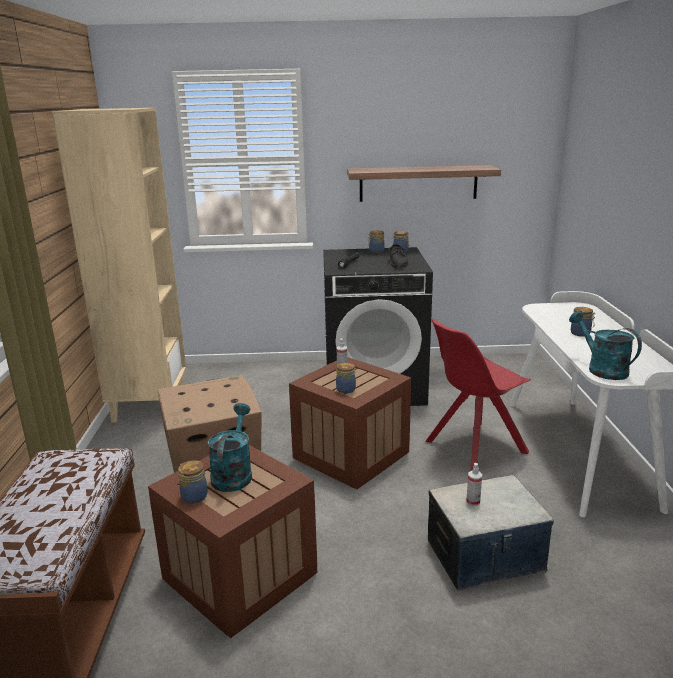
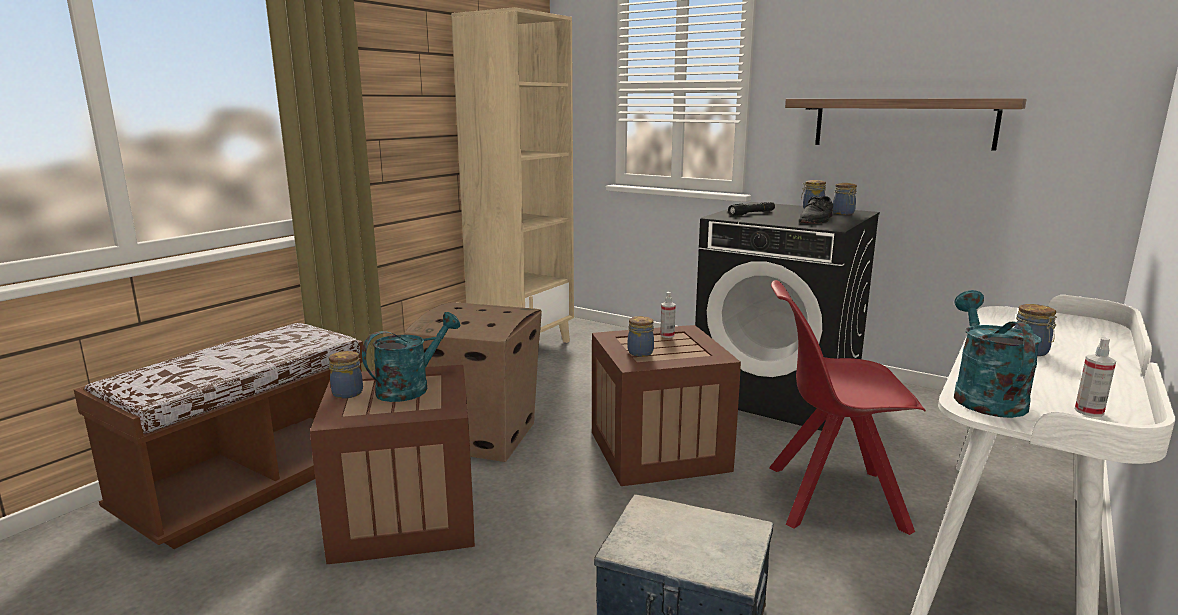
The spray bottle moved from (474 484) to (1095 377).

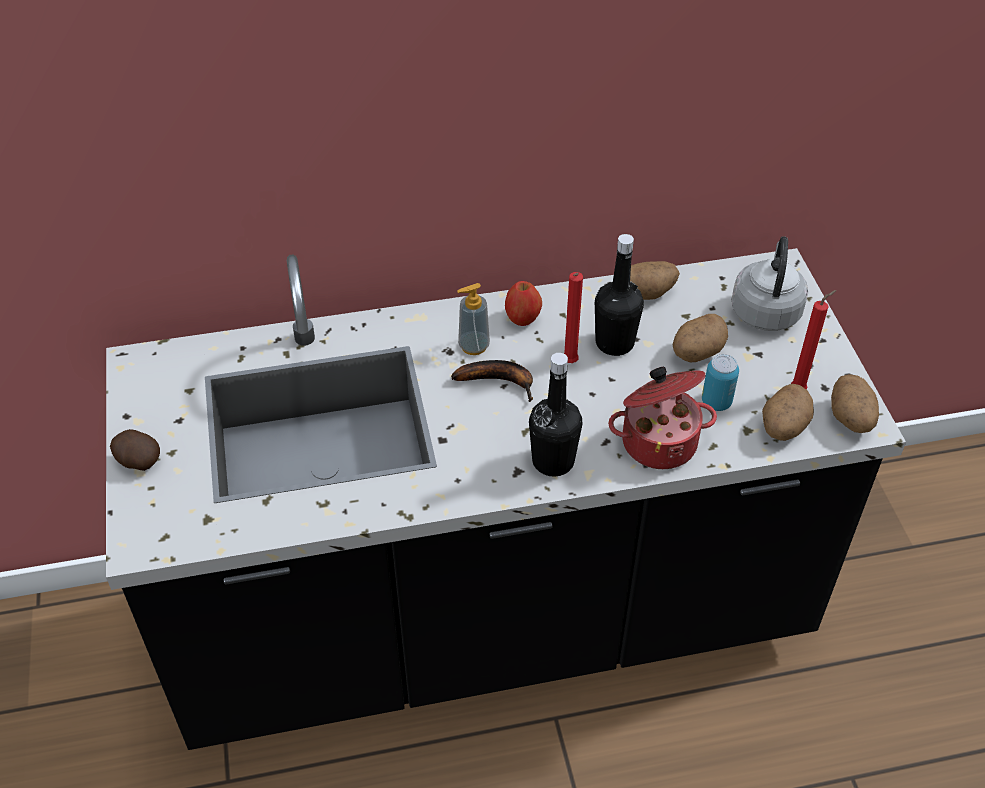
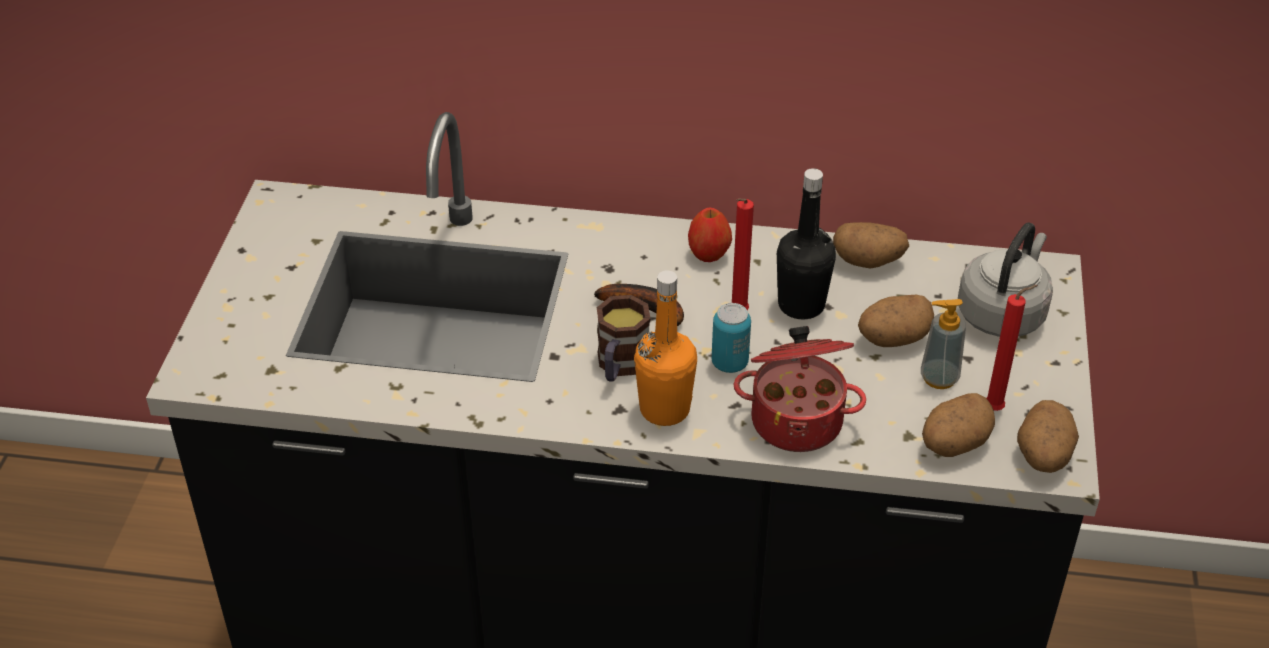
The potato at (135 450) disappeared. The mug at (624 338) appeared. The soap dispenser moved from (473 319) to (943 344). The can moved from (720 382) to (731 338). The black bottle at (555 415) became the orange bottle at (665 348).

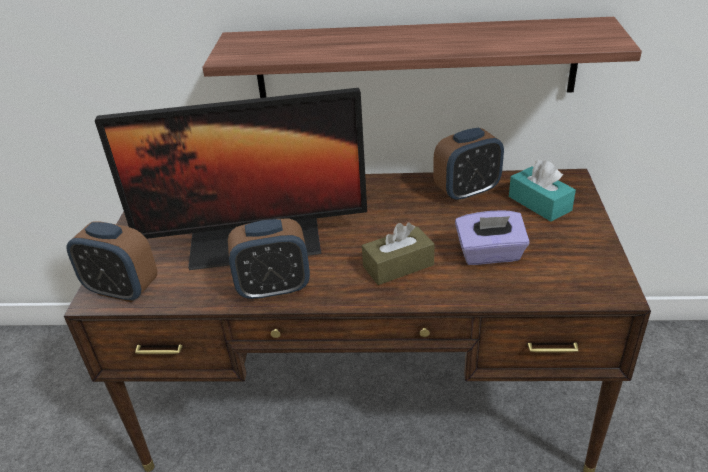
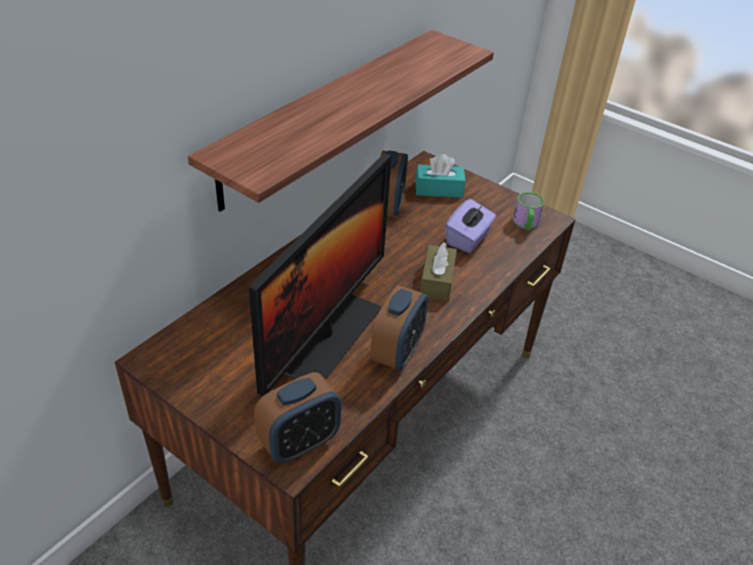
The mug at (528 211) appeared.

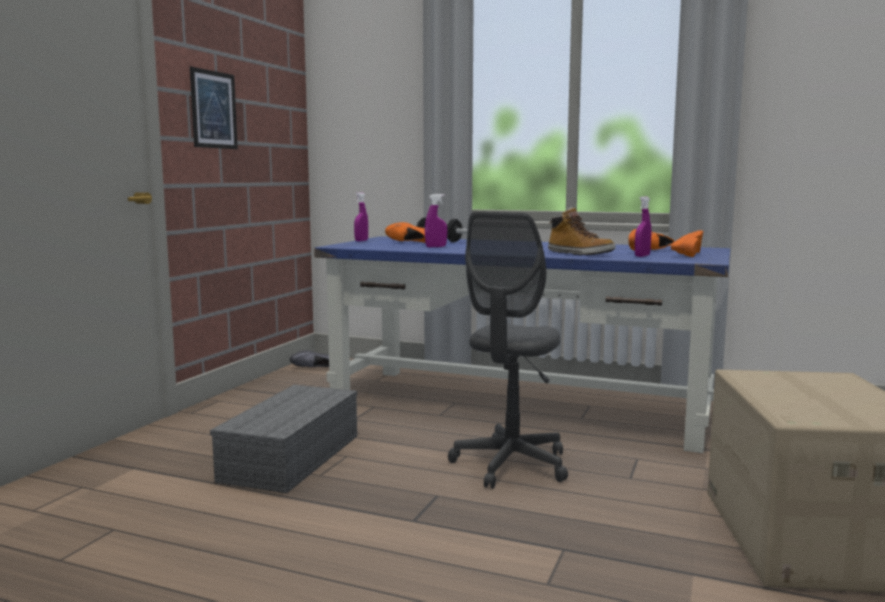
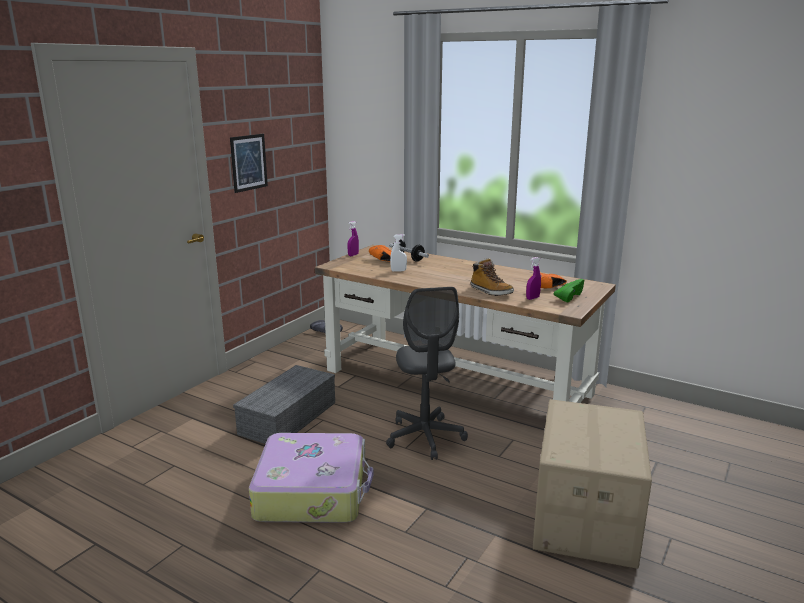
The suitcase at (311 478) appeared. The blue desk at (522 344) became the brown desk at (465 324). The purple spray bottle at (436 220) became the white spray bottle at (398 253). The orange shoe at (687 243) became the green shoe at (569 291). The grey office chair at (508 350) turned 45 degrees counterclockwise.

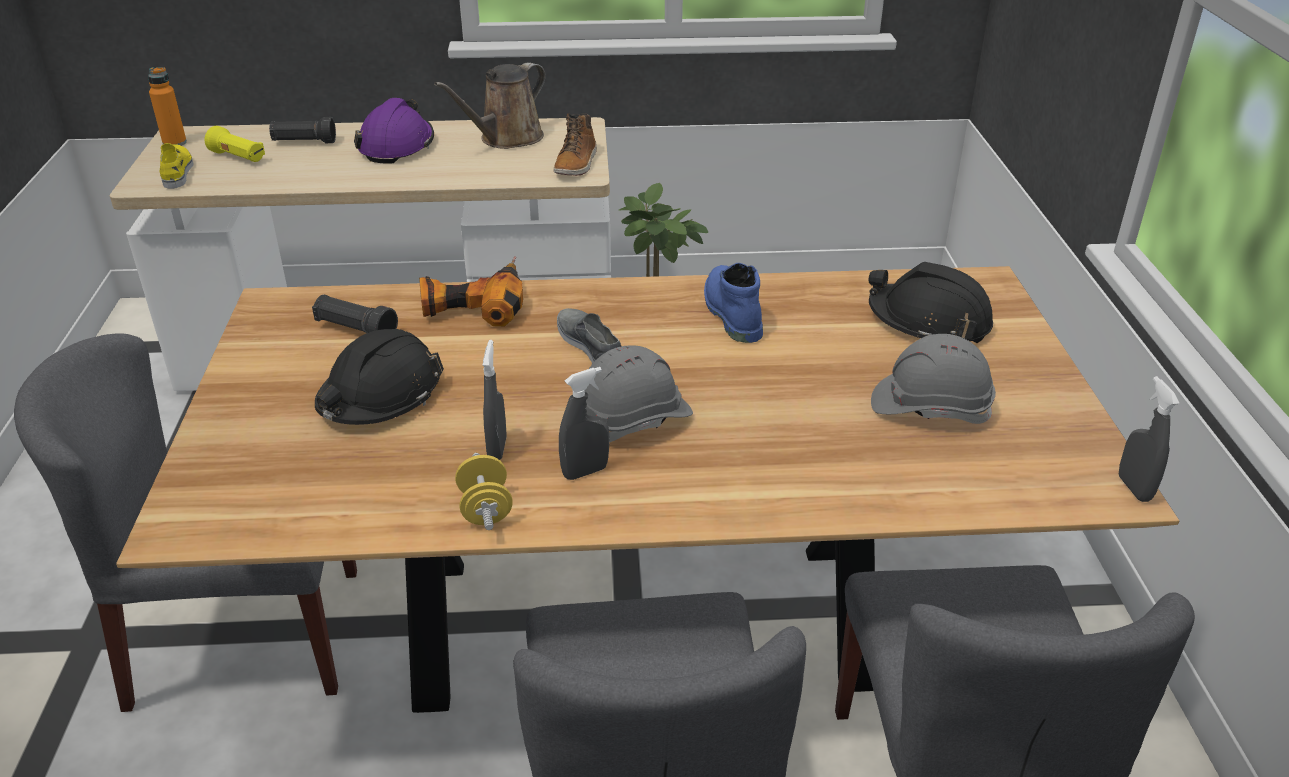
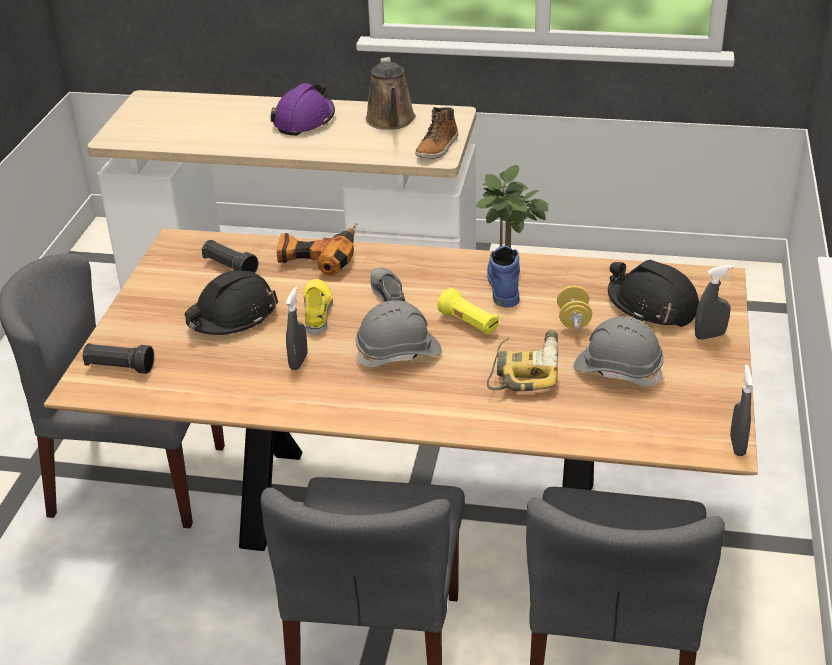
The orange bottle at (167 106) disappeared. The power drill at (522 360) appeared. The yellow shoe moved from (176 166) to (318 307). The yellow flashlight moved from (235 144) to (468 311). The black flashlight moved from (302 130) to (118 358). The yellow dumbbell moved from (484 491) to (574 307). The grey spray bottle moved from (584 423) to (713 302). The brown watering can at (490 105) turned 60 degrees counterclockwise.

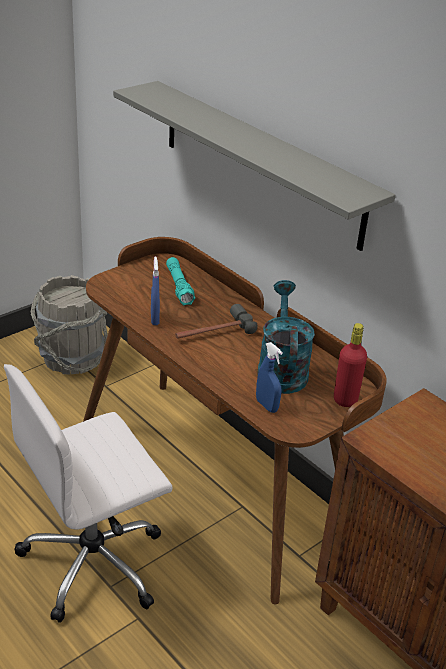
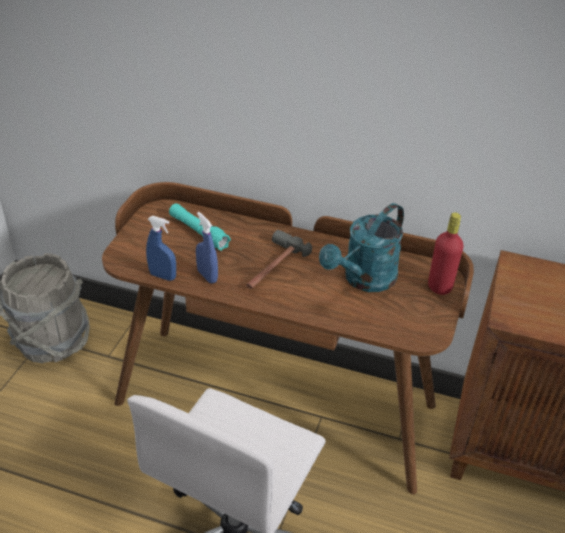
The grey shelf at (254 166) disappeared. The blue spray bottle moved from (269 377) to (161 248). The turquoise watering can at (286 337) turned 105 degrees counterclockwise.

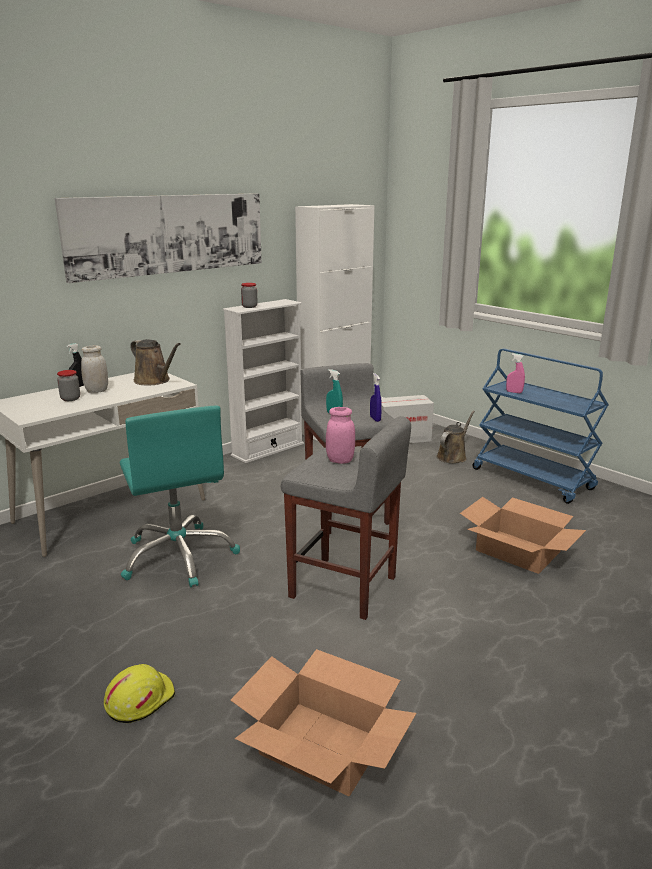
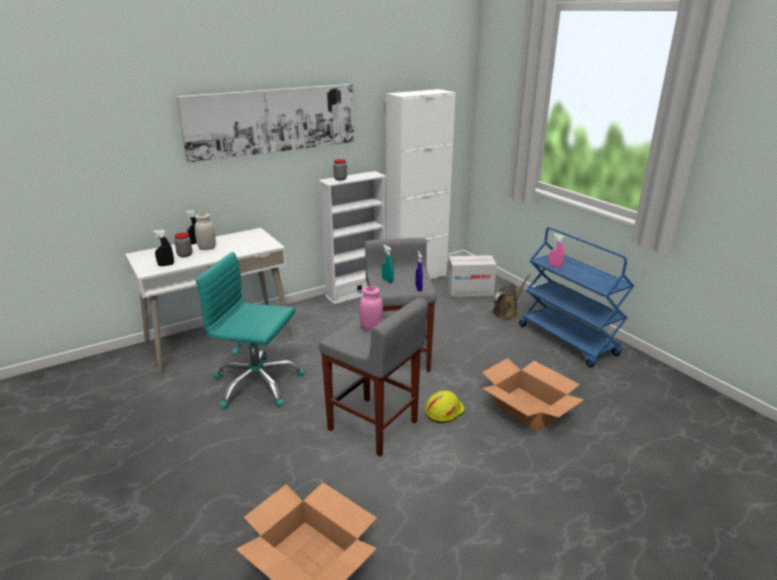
The brown watering can at (155 362) disappeared. The black spray bottle at (163 248) appeared. The yellow hard hat moved from (139 693) to (445 406). The turquoise office chair at (180 496) turned 120 degrees clockwise.

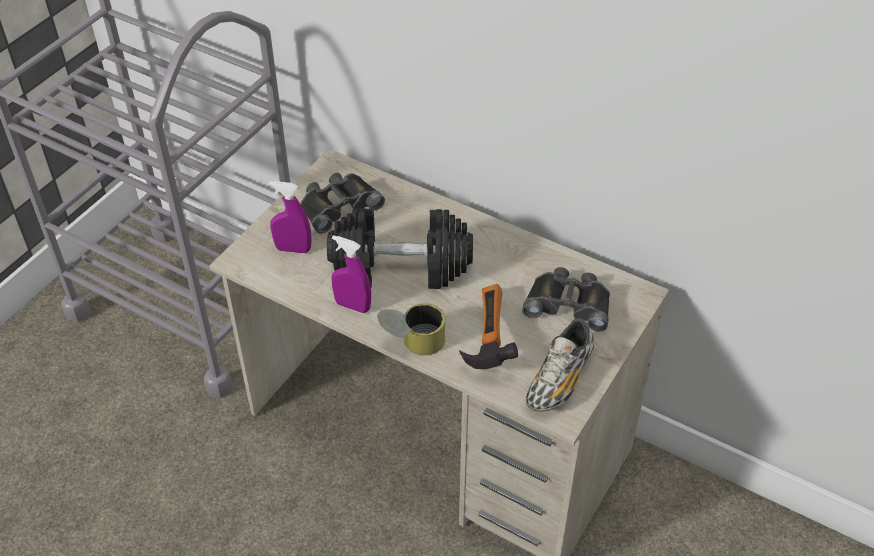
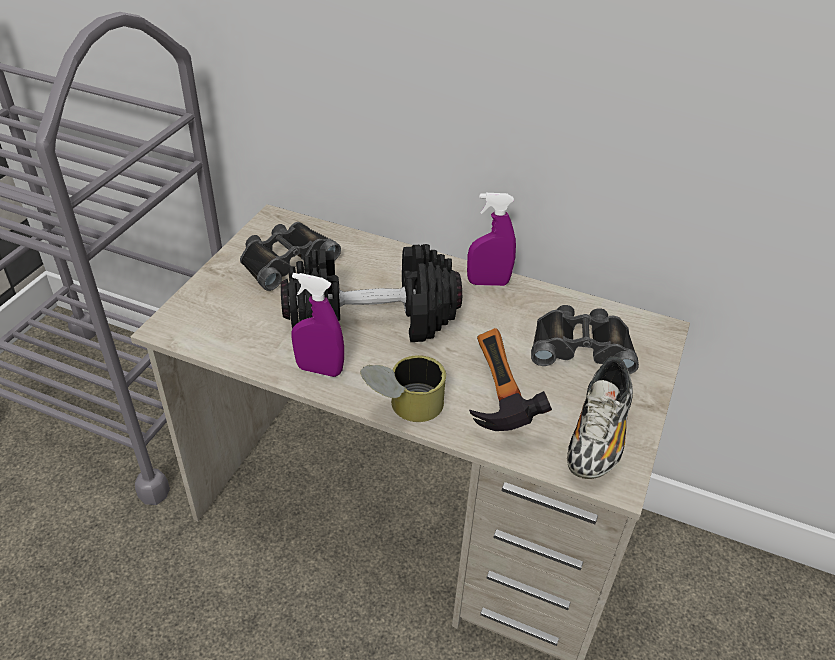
The purple spray bottle moved from (290 217) to (491 239).

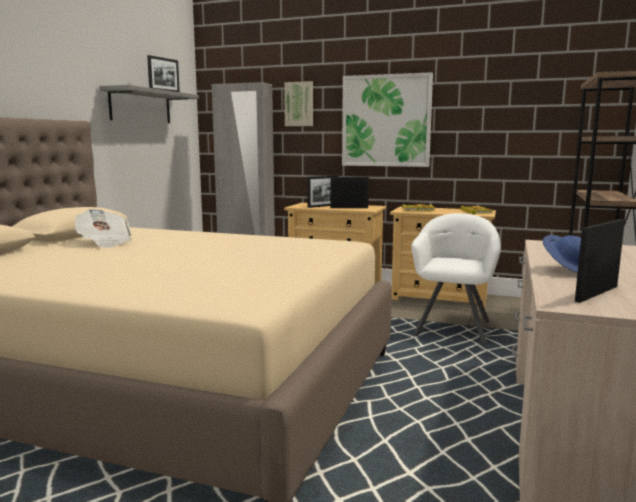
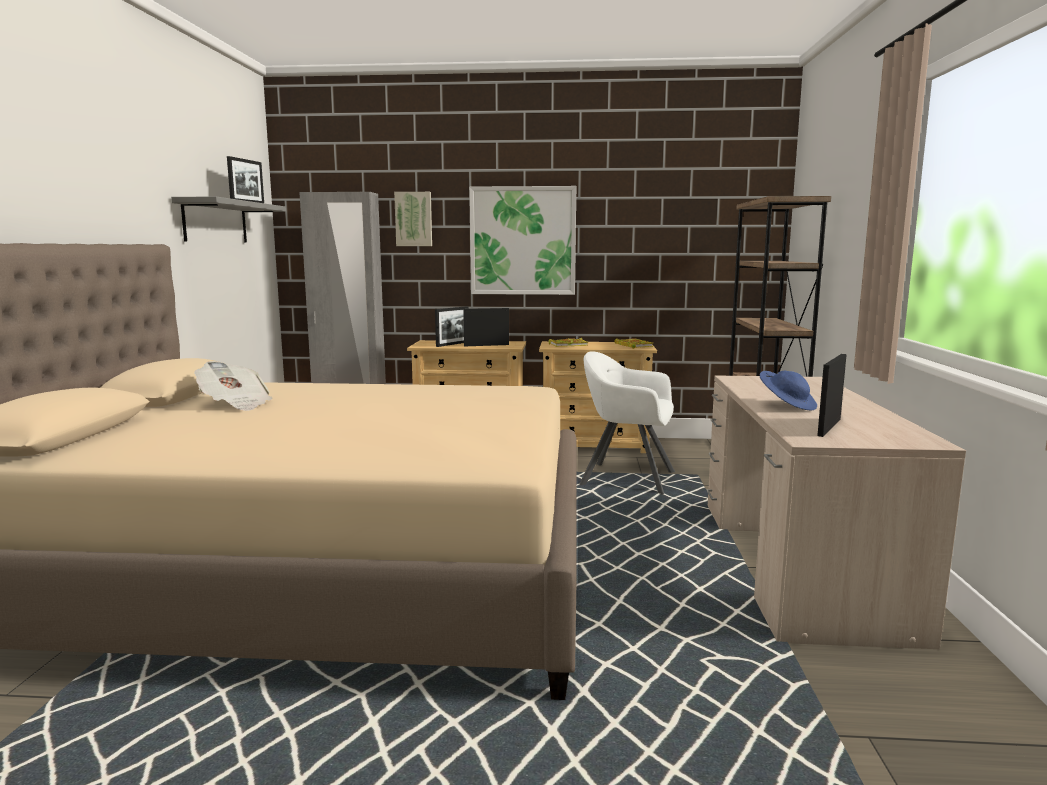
The white armchair at (456 279) turned 75 degrees counterclockwise.

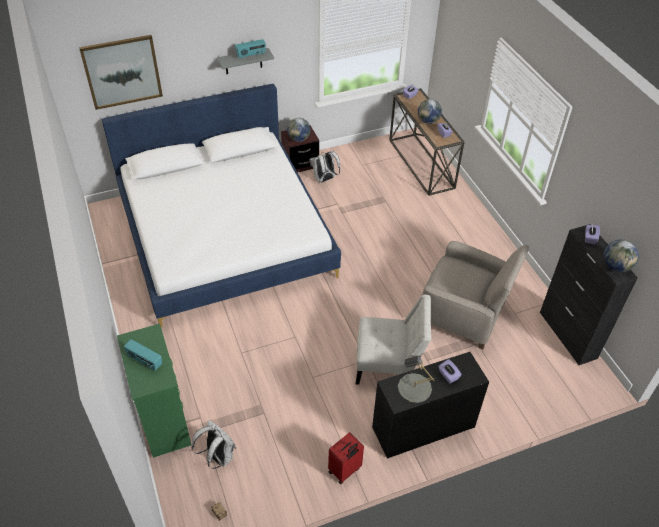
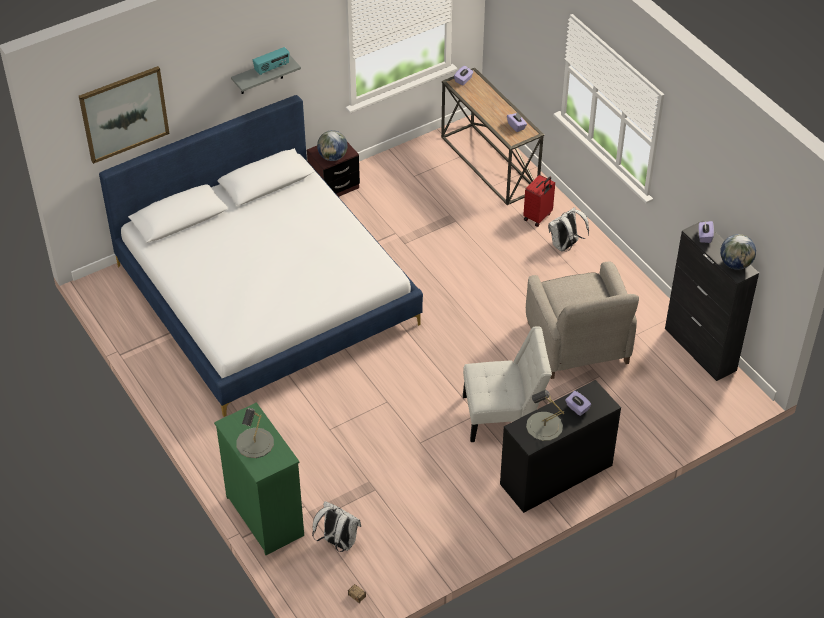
The globe at (430 111) disappeared. The white backpack moved from (325 166) to (568 229). The red suitcase moved from (346 458) to (539 201). The radio at (143 355) was replaced by the grey table lamp at (255 433). The beige armchair at (475 295) turned 60 degrees clockwise.

